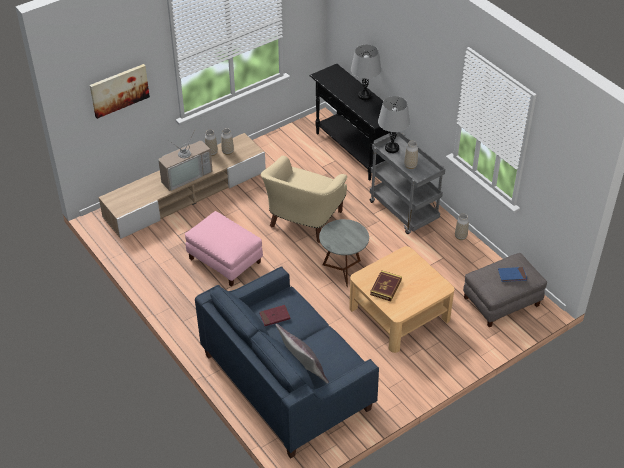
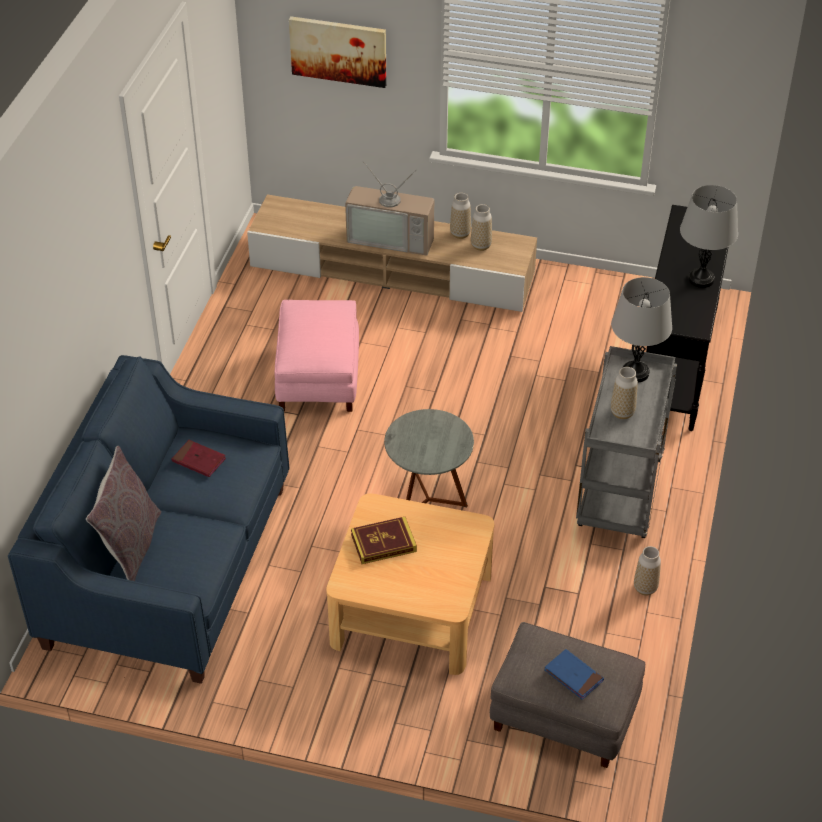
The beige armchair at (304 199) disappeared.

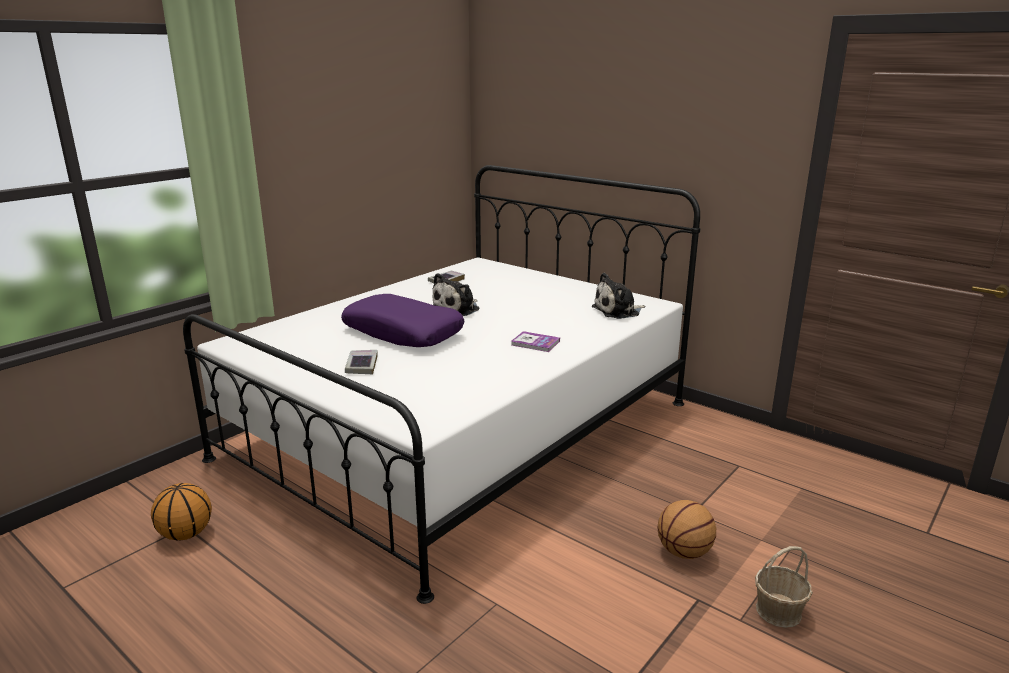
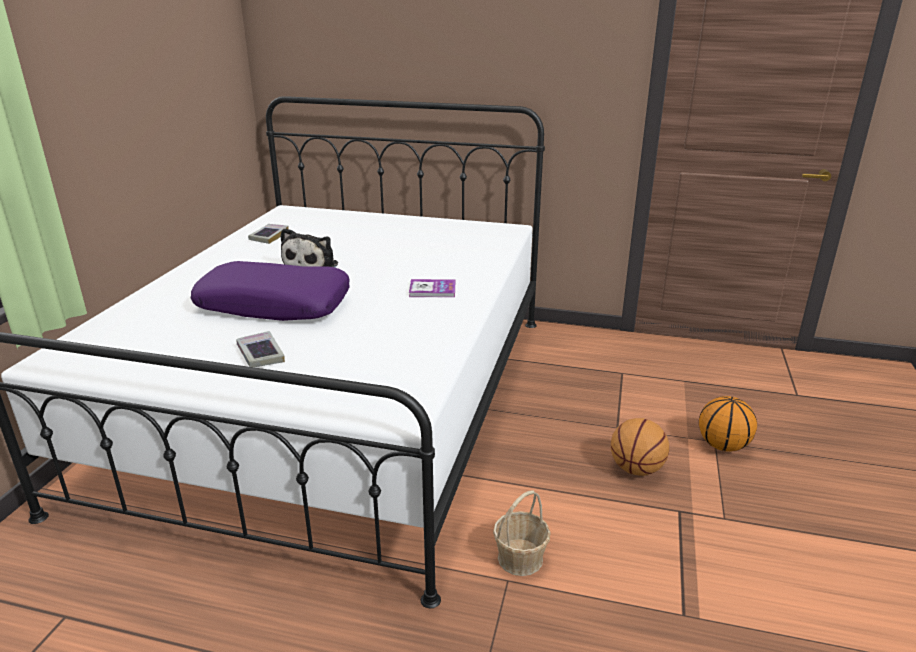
The plush toy at (619 296) disappeared. The basketball moved from (181 511) to (728 424). The basket moved from (784 587) to (522 533).

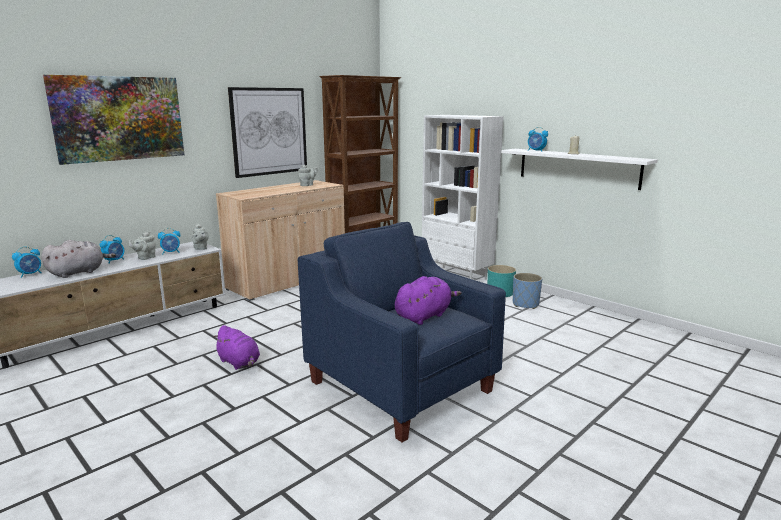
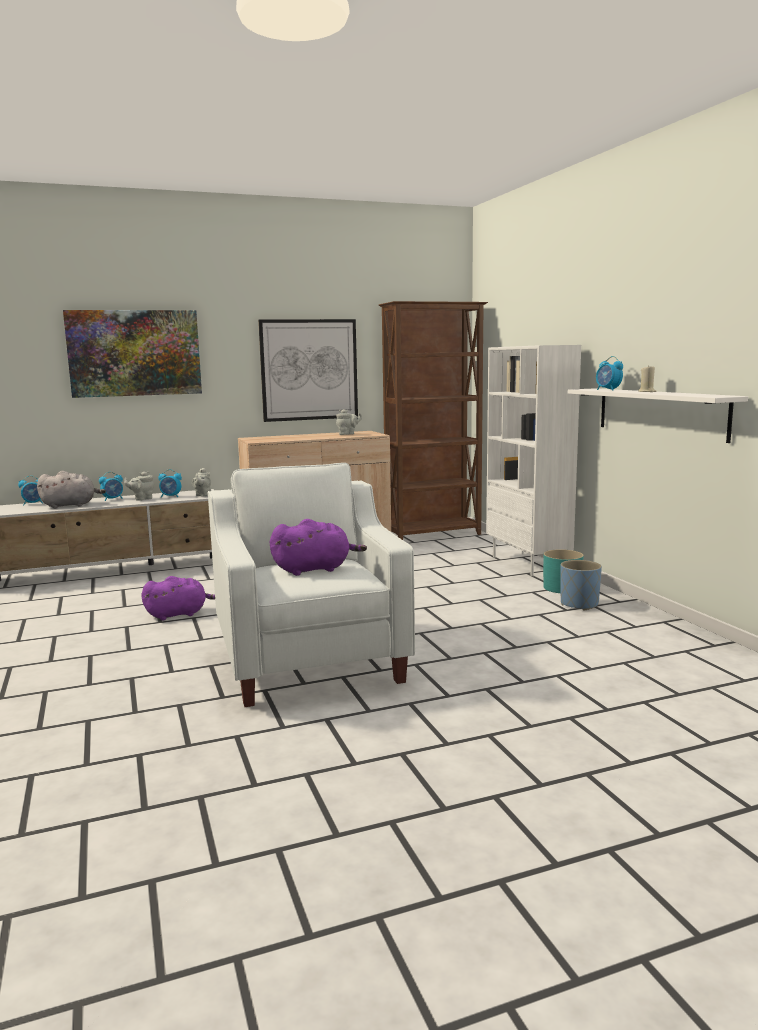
The blue armchair at (402 332) became the white armchair at (311 585). The purple plush toy at (236 347) turned 90 degrees counterclockwise.

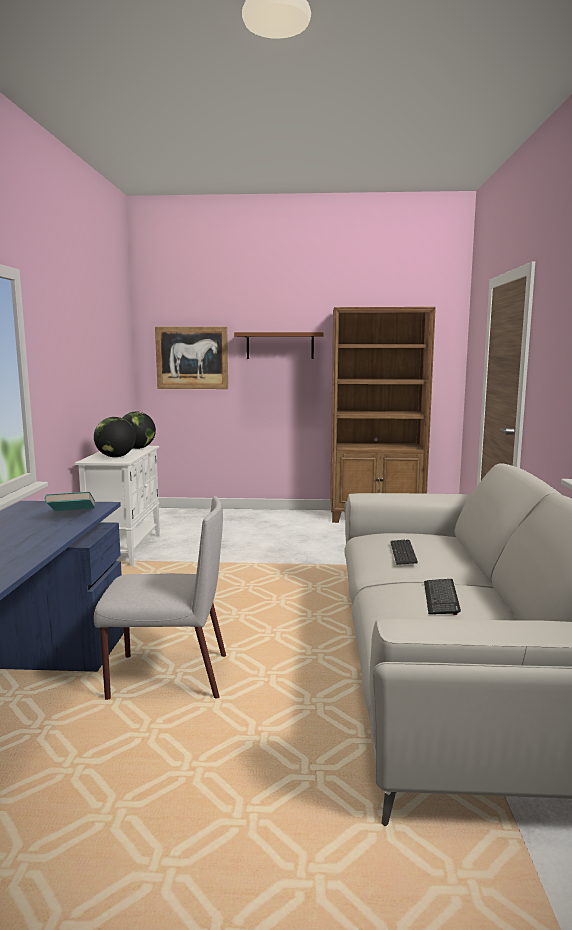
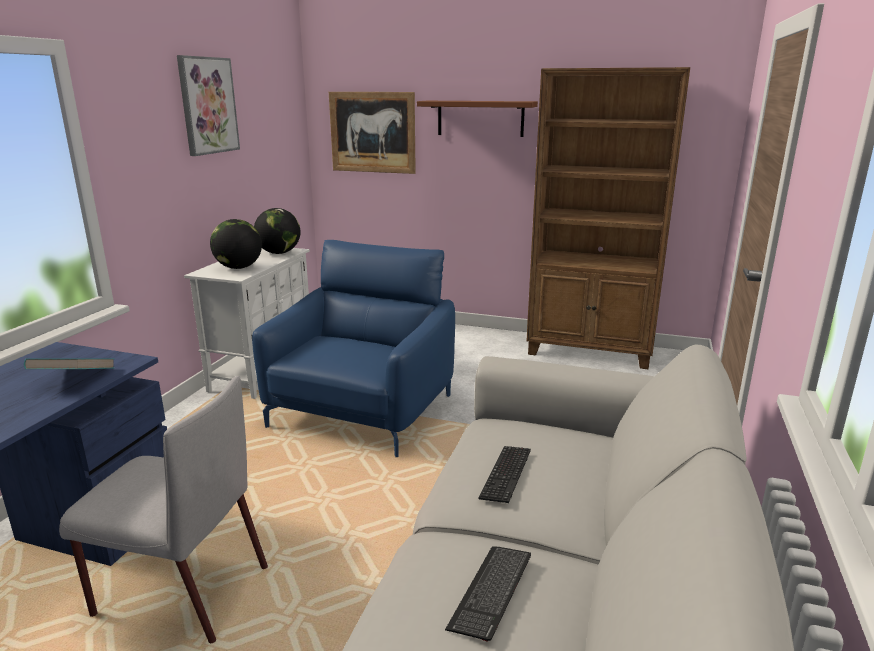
The picture at (208 105) appeared. The blue armchair at (353 348) appeared.

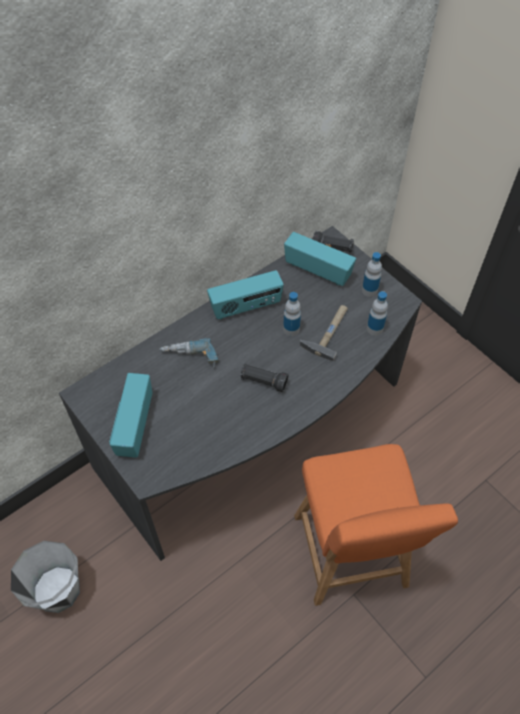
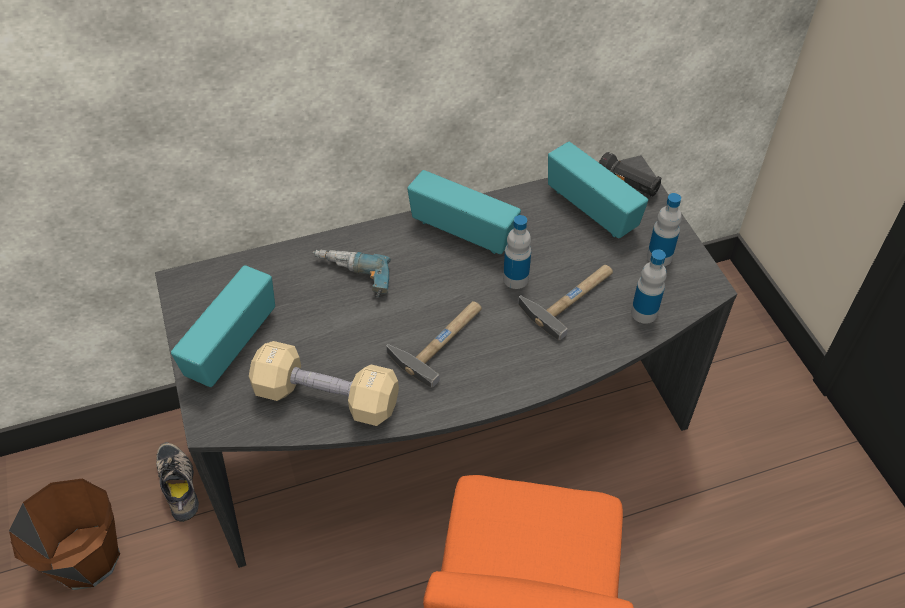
The shoe at (177 482) appeared. The beige dumbbell at (324 383) appeared. The black flashlight at (264 378) was replaced by the hammer at (434 344). The grey bucket at (45 577) became the brown bucket at (64 534). The radio at (245 294) turned 150 degrees counterclockwise.

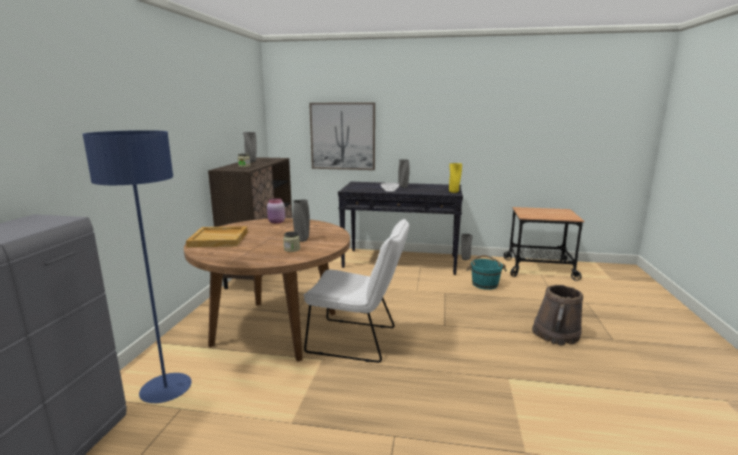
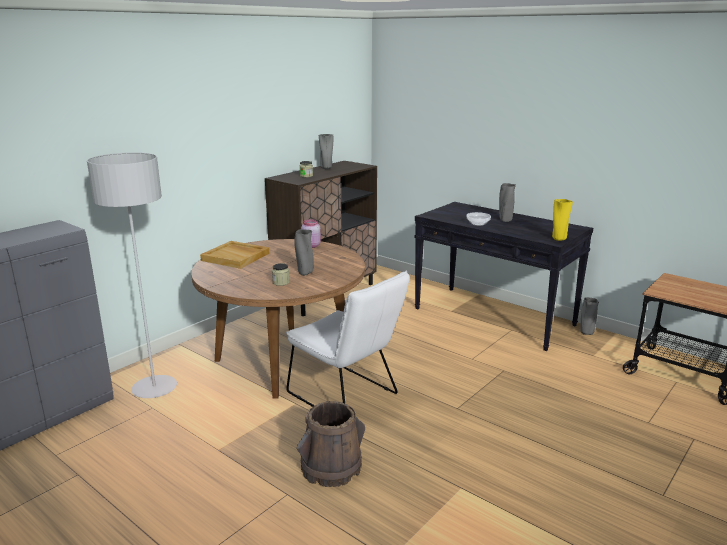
The picture at (342 136) disappeared. The turquoise bucket at (486 272) disappeared. The brown bucket moved from (557 315) to (331 444). The blue floor lamp at (137 266) became the grey floor lamp at (132 275).

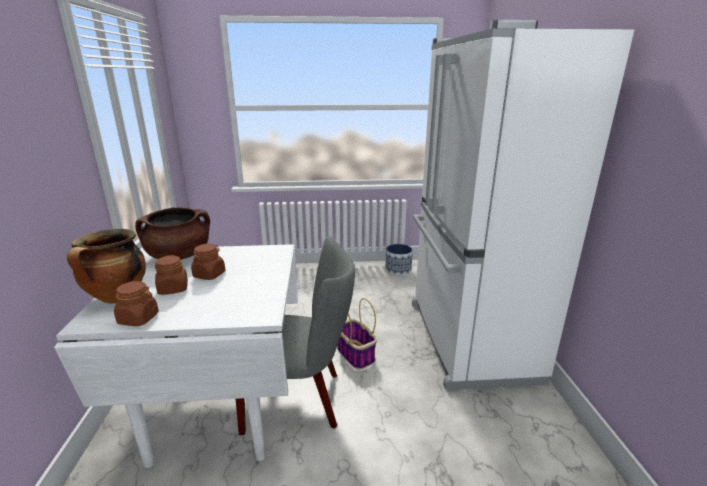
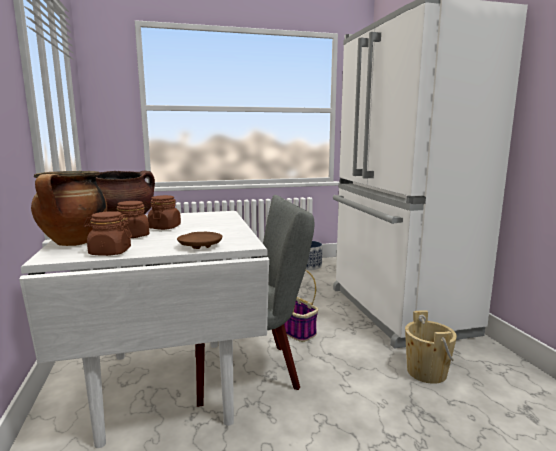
The brown plate at (199 240) appeared. The beige bucket at (431 347) appeared.

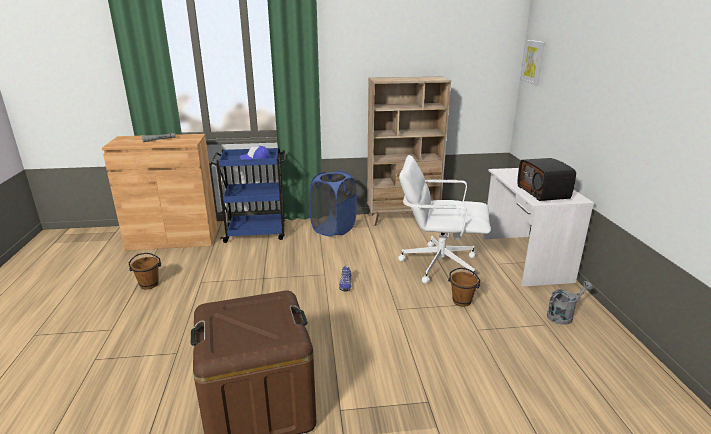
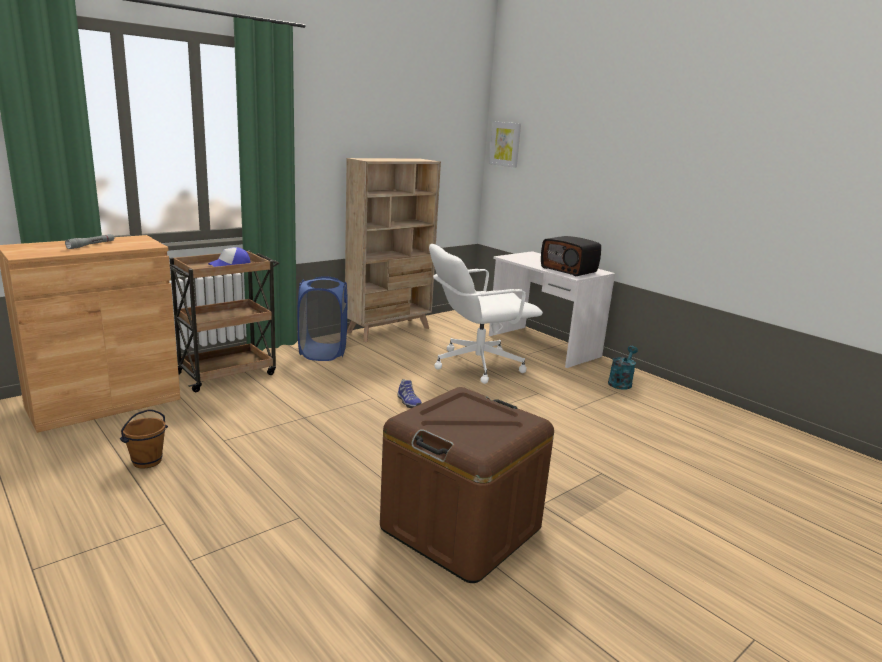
The brown bucket at (464 287) disappeared. The blue cart at (248 195) became the brown cart at (224 321). The grey watering can at (570 303) became the turquoise watering can at (623 368).

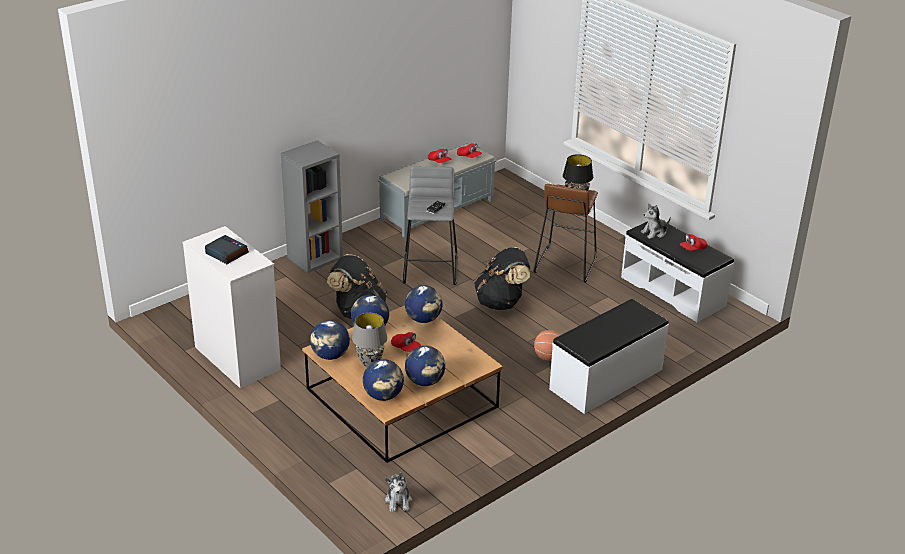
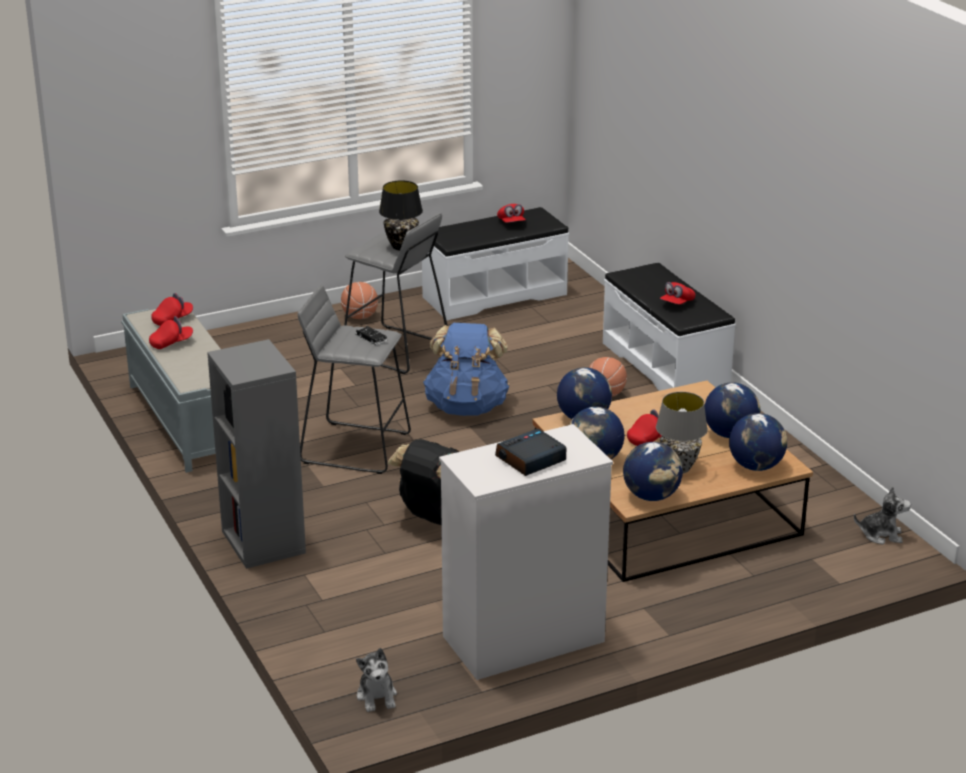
The basketball at (359 300) appeared. The red cap at (677 293) appeared. The plush toy moved from (656 221) to (376 680). The black backpack at (502 278) became the blue backpack at (466 369). The brown stool at (566 233) became the grey stool at (396 293).

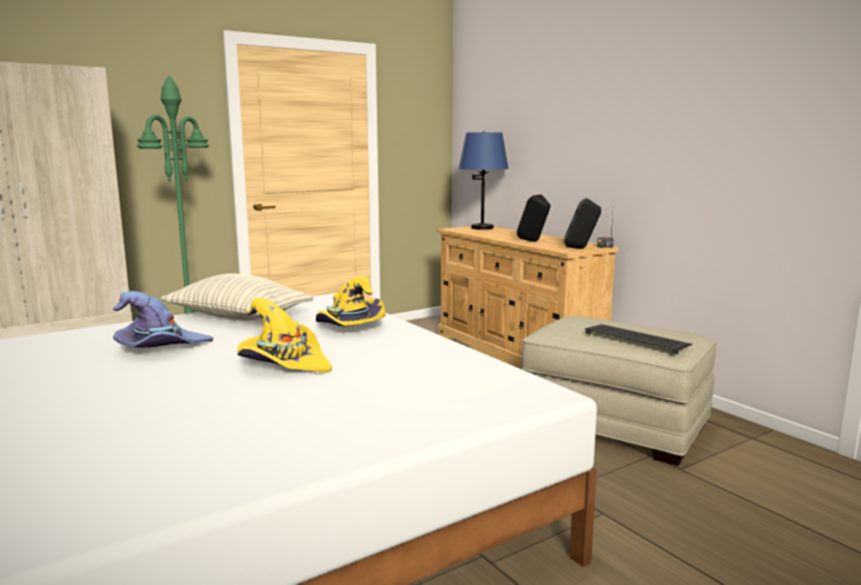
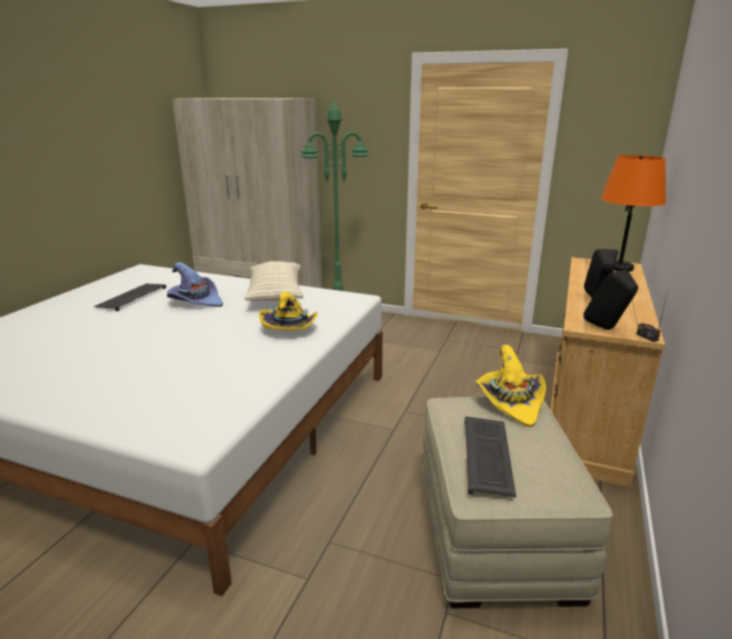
The keyboard at (130 297) appeared. The yellow hat moved from (284 335) to (511 386). The blue table lamp at (483 180) became the orange table lamp at (633 213).

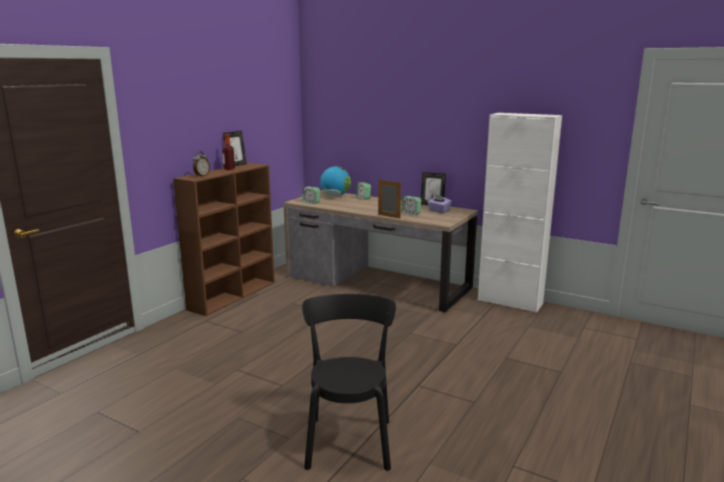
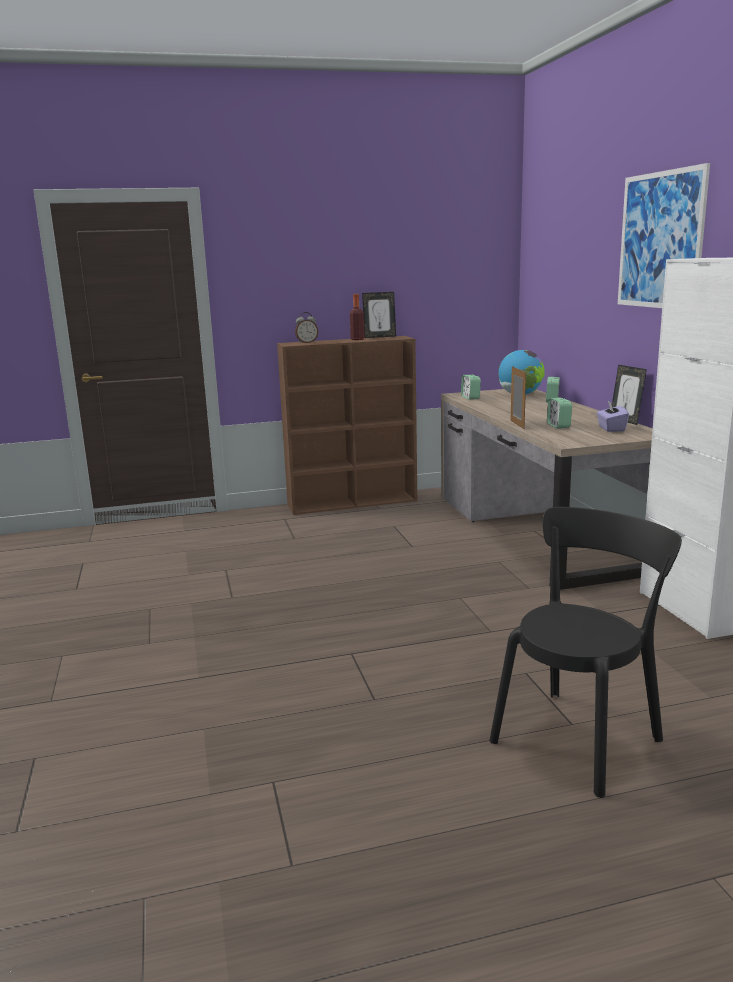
The picture at (664 235) appeared. The black chair moved from (349 382) to (585 652).

